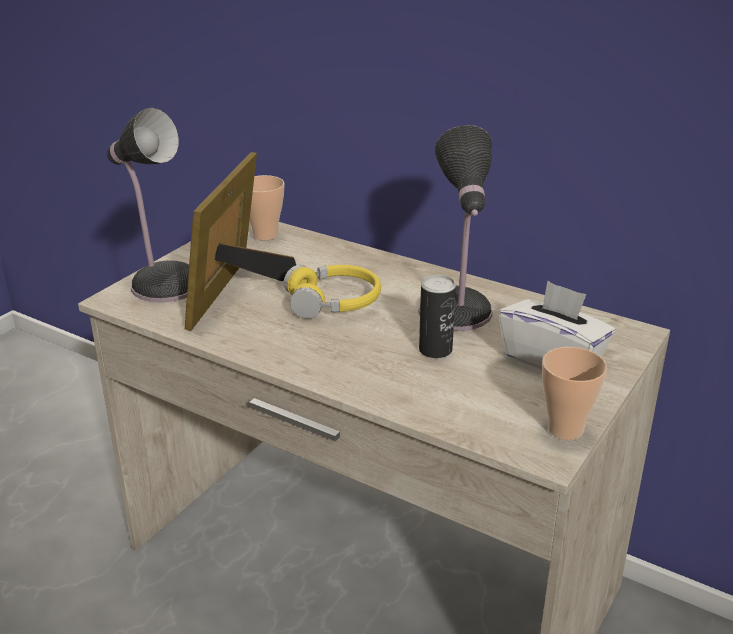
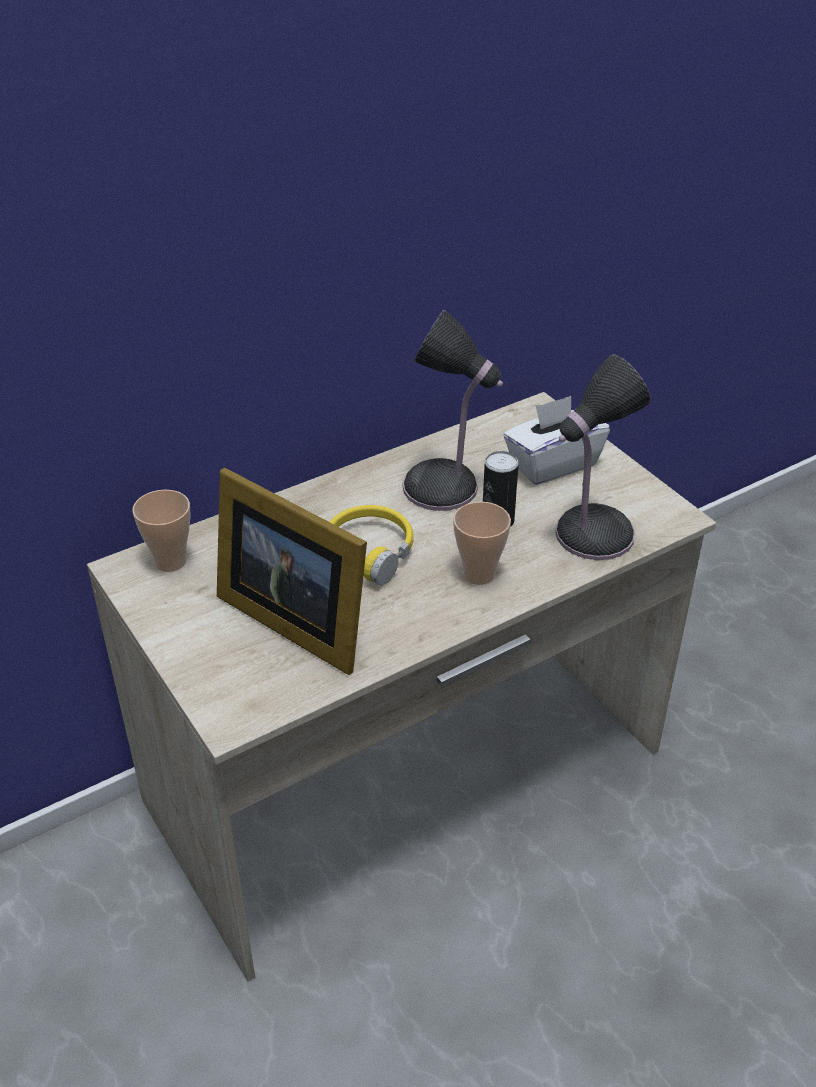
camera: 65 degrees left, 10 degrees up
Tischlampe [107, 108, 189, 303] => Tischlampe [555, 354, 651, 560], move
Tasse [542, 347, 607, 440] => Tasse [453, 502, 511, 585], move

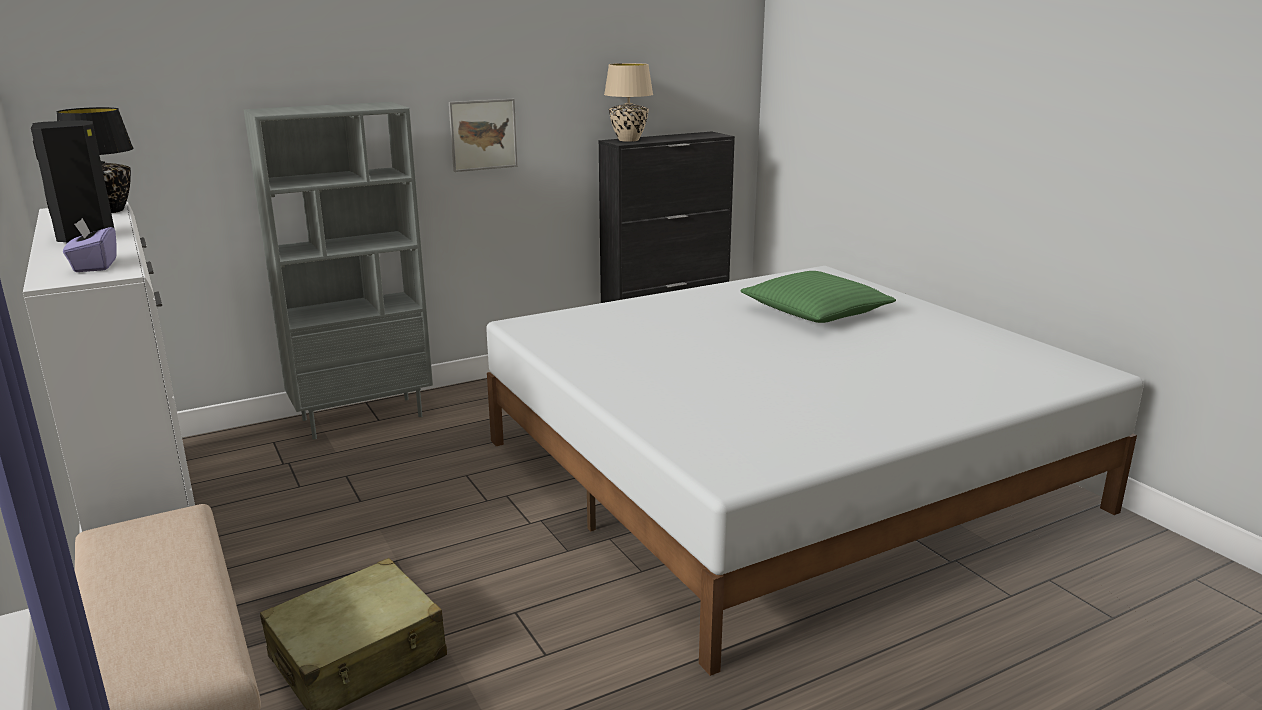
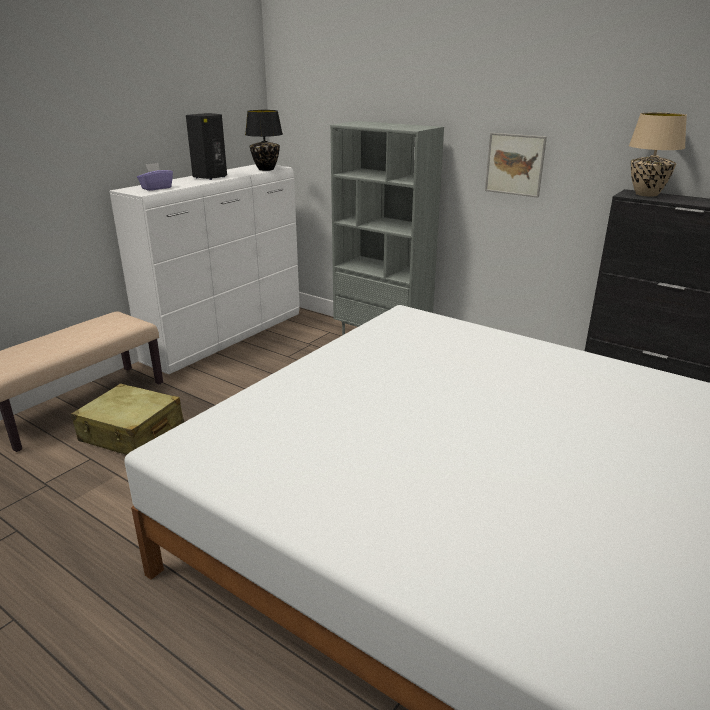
camera: 65 degrees right, 5 degrees up
Kissen/grün [740, 271, 896, 323] => nothing

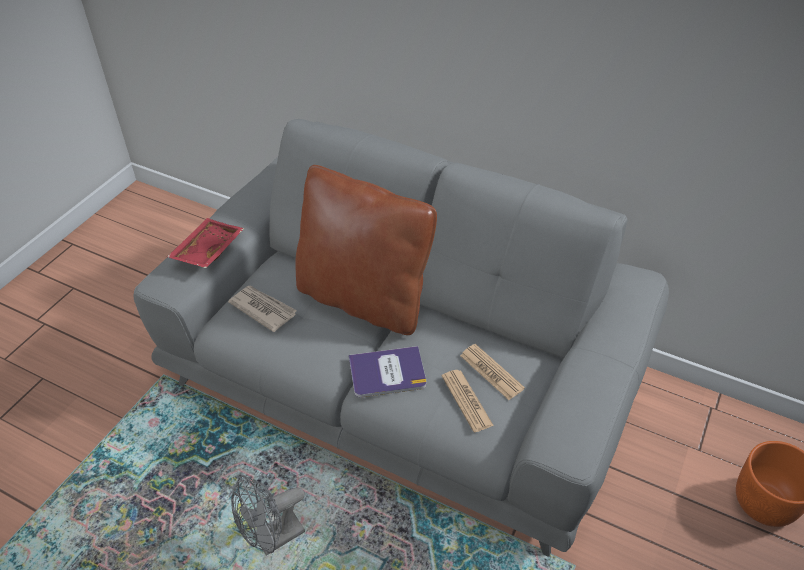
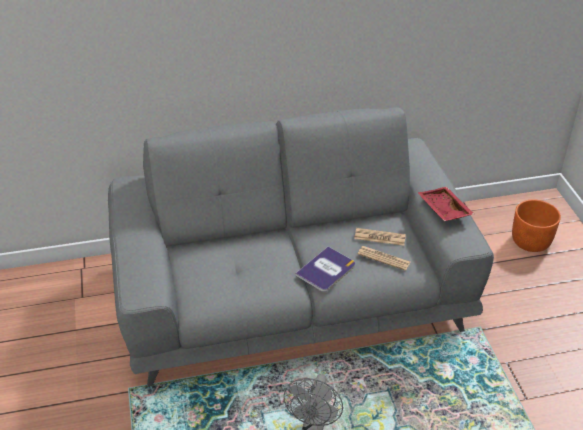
camera: 40 degrees left, 5 degrees down
Tablett/rot [167, 218, 244, 268] => Tablett/rot [418, 187, 474, 221], move
Zeitung [228, 286, 297, 332] => nothing
Kissen/braun [295, 165, 437, 335] => nothing

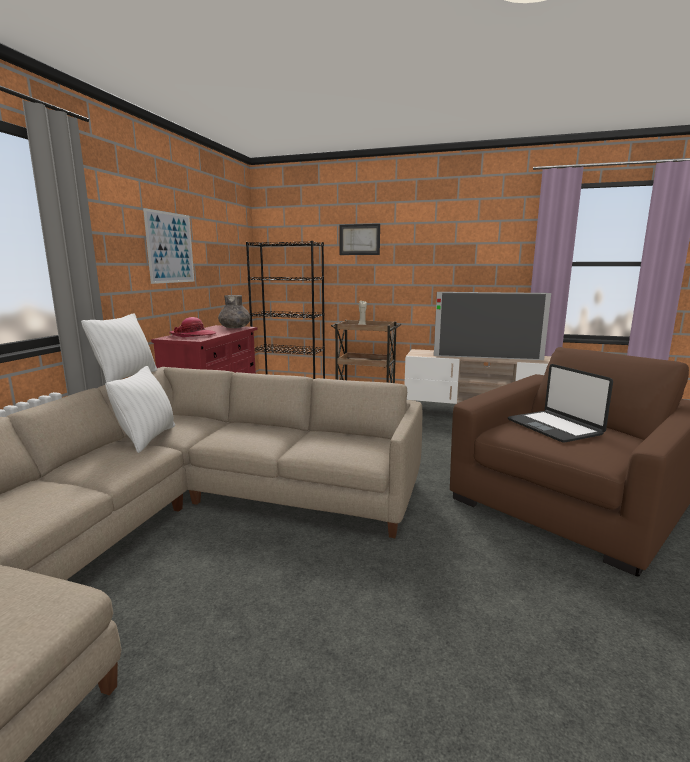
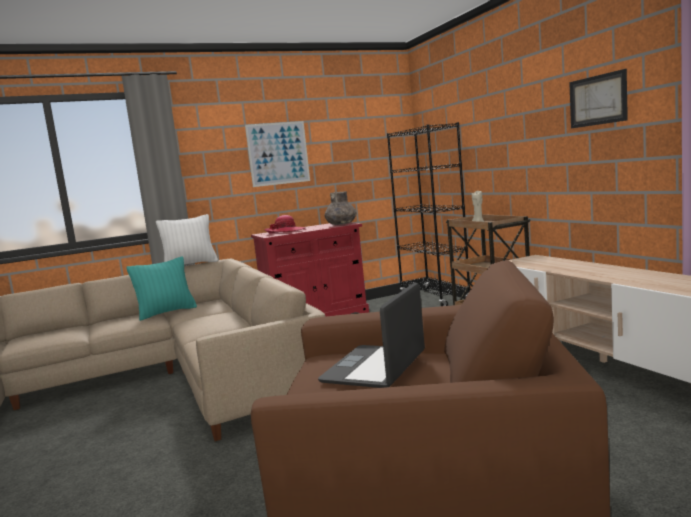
camera: 50 degrees right, 5 degrees down
Kissen/weiß [105, 366, 175, 453] => Kissen/türkis [127, 256, 197, 321]
Bild [340, 224, 380, 255] => Bild [569, 69, 628, 128], move
Fernseher [434, 292, 551, 360] => nothing

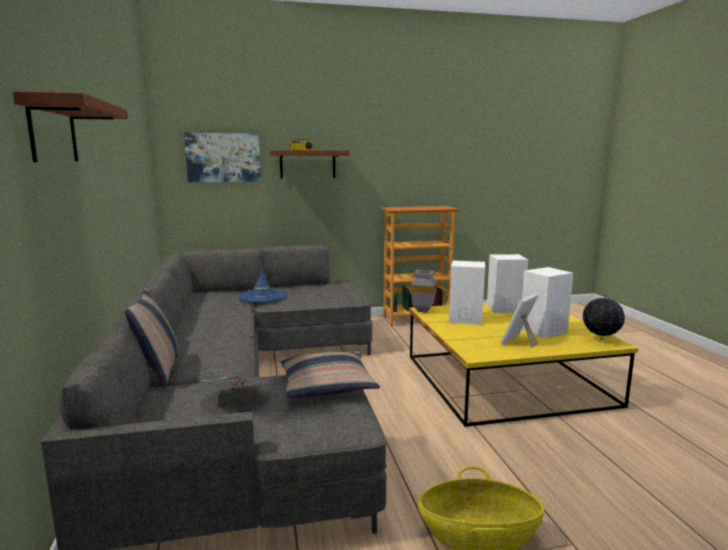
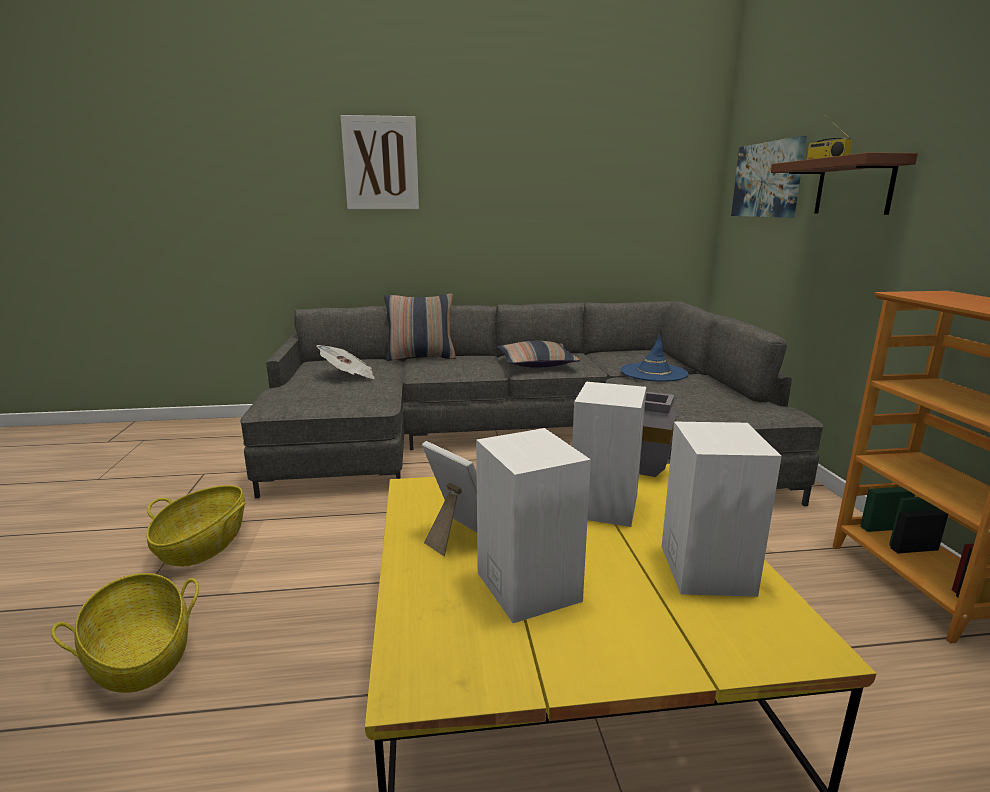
camera: 95 degrees right, 5 degrees up
Wandregal/braun [13, 91, 128, 162] => Bild [340, 115, 419, 209]
Kissen [280, 351, 380, 397] => Kissen [497, 341, 580, 367], move
Globus [583, 294, 625, 340] => nothing
nothing => Korb [51, 573, 199, 693]

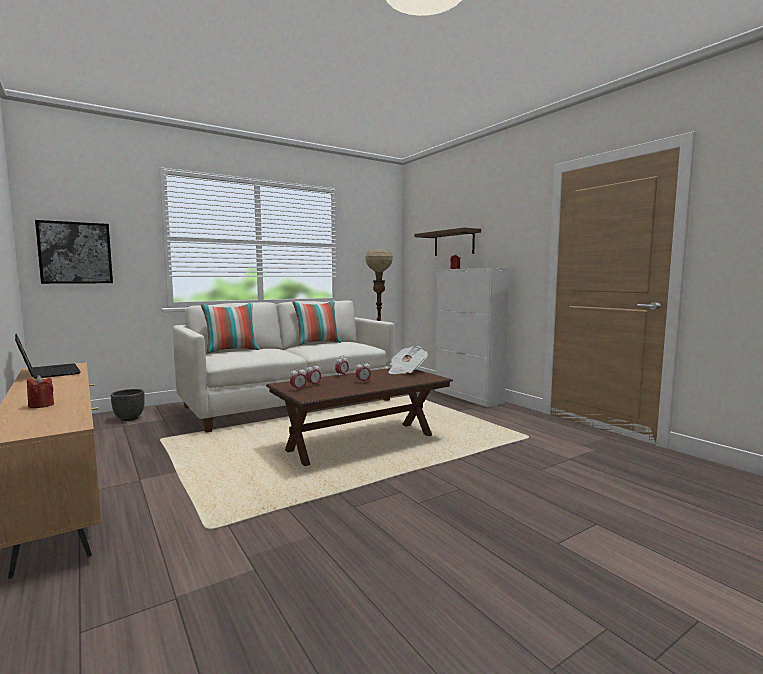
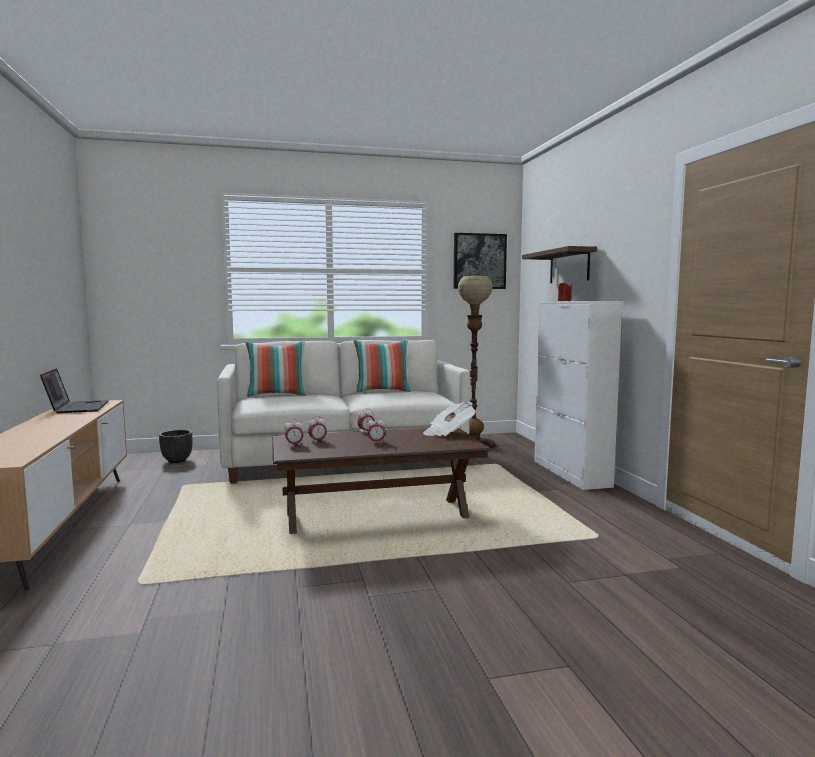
camera: 20 degrees right, 0 degrees up
Kerze/rot [27, 375, 54, 408] => nothing
Bild [35, 220, 113, 284] => Bild [454, 233, 507, 289], move

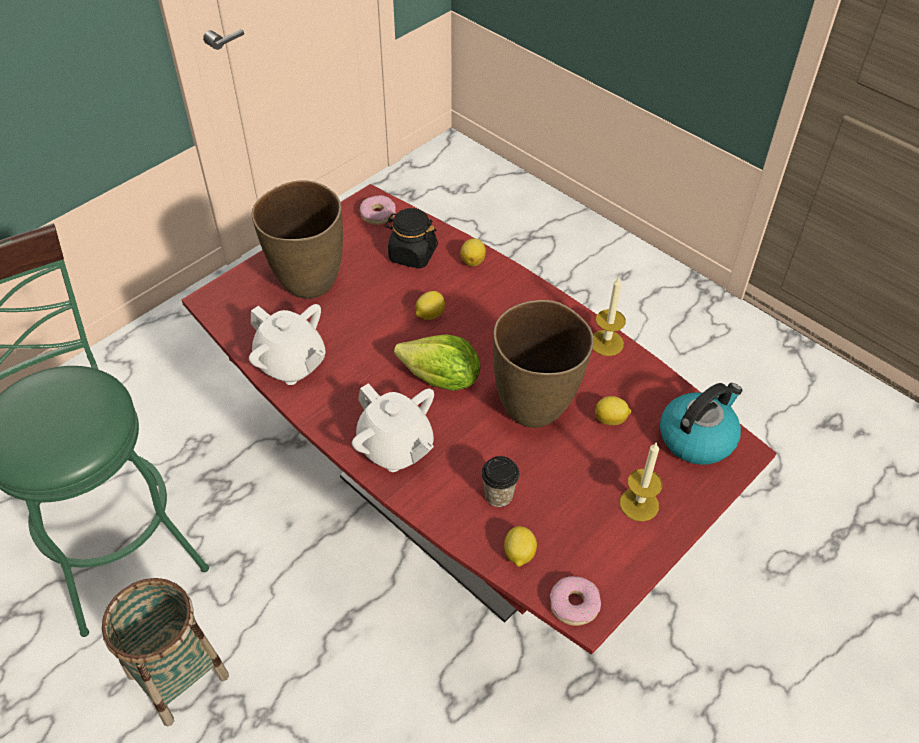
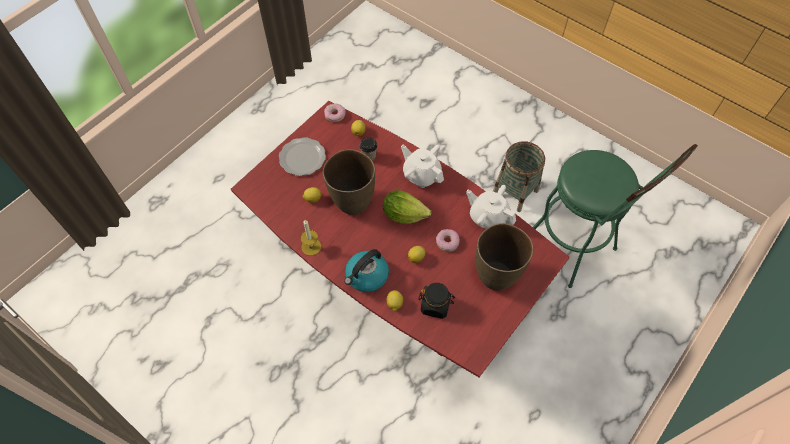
camera: 175 degrees right, 10 degrees up
Donut [360, 195, 396, 225] => Donut [436, 229, 460, 252], move
Kerze [620, 442, 662, 521] => Teller [279, 137, 326, 176]
Wasserkessel [660, 383, 742, 465] => Wasserkessel [344, 249, 389, 292], move

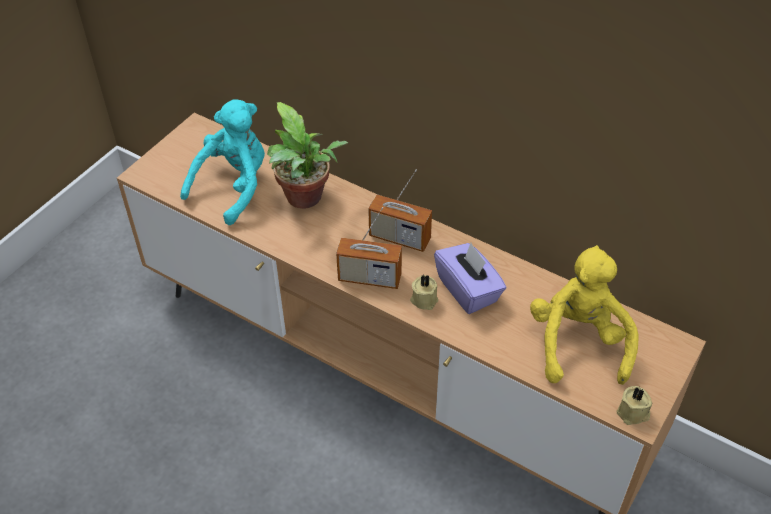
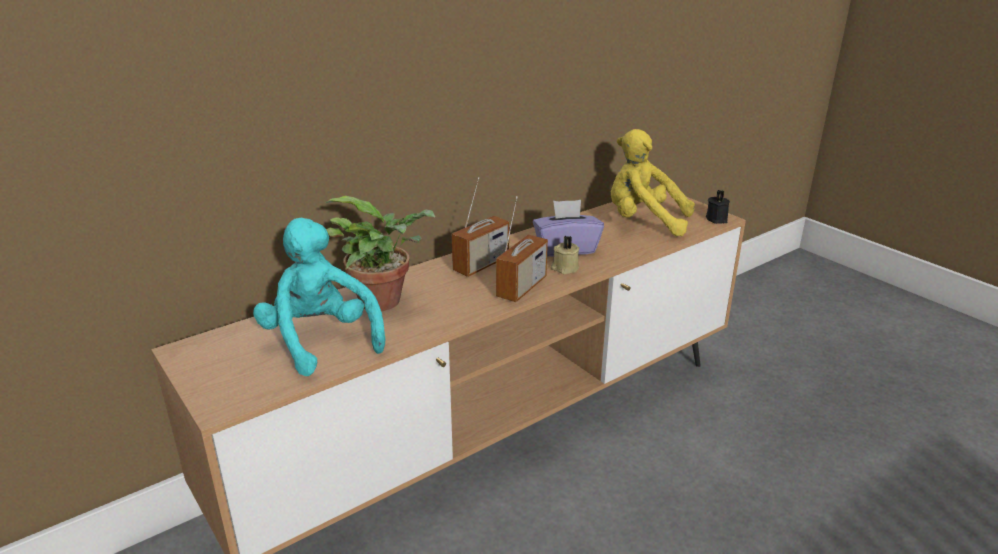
camera: 70 degrees left, 20 degrees down
Kerze/beige [616, 386, 652, 425] => Kerze/schwarz [706, 190, 730, 224]

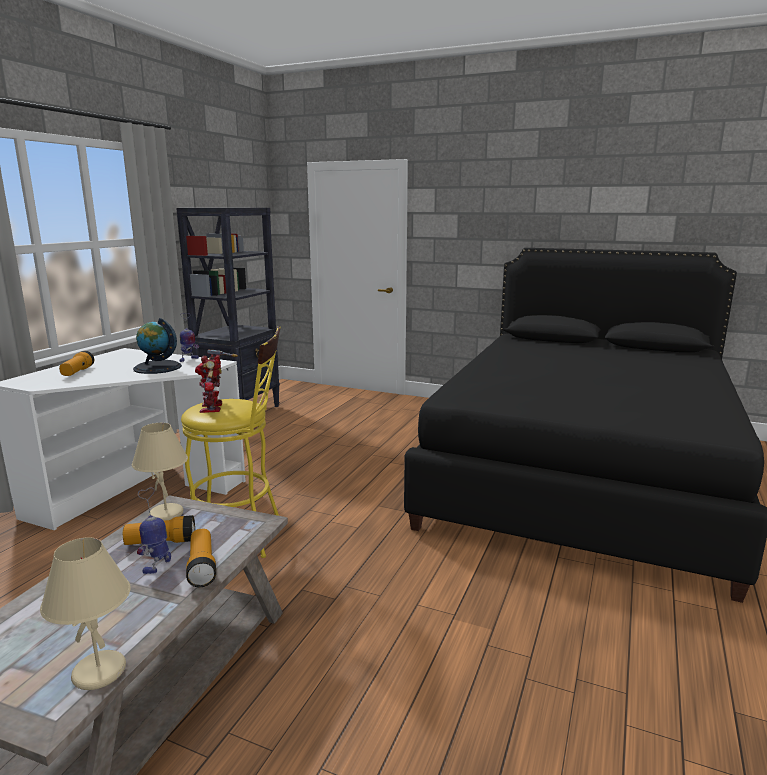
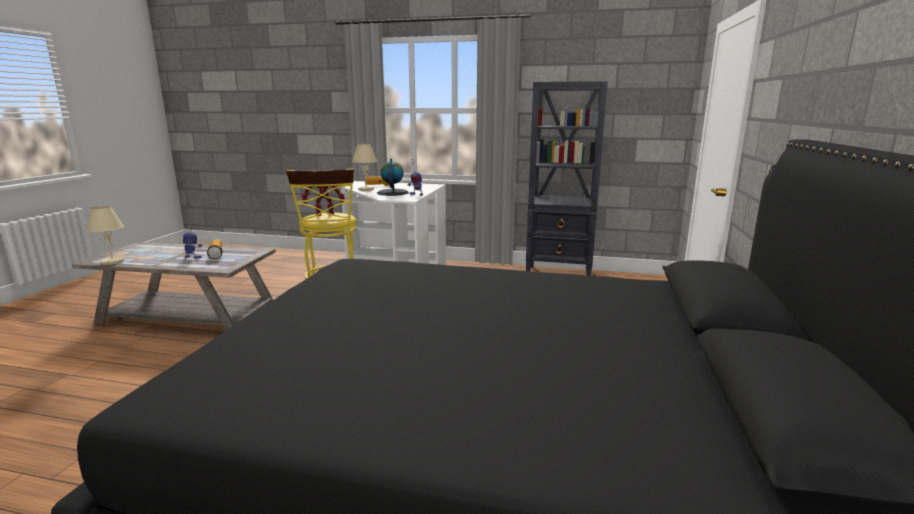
camera: 80 degrees right, 0 degrees up
Tischlampe/beige [132, 423, 188, 521] => Tischlampe/beige [352, 144, 377, 191], move
Taschenlampe [186, 529, 216, 587] => nothing

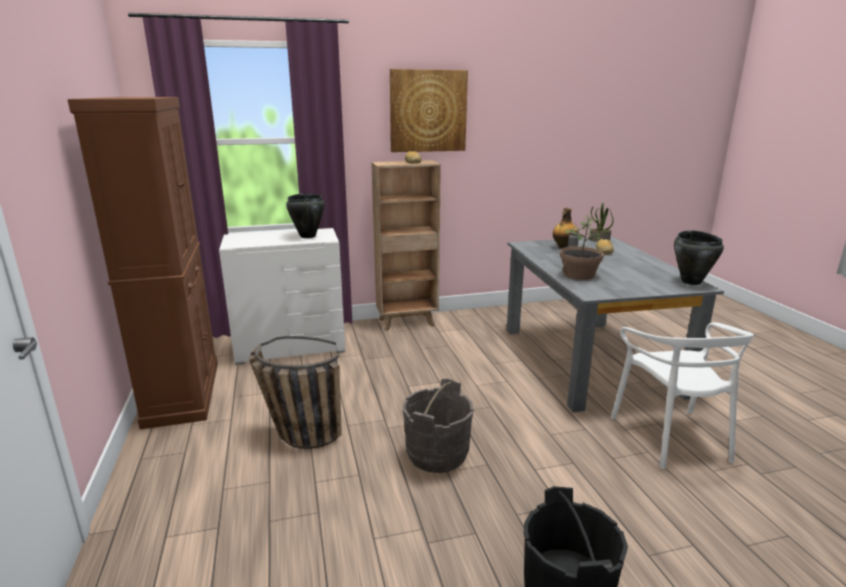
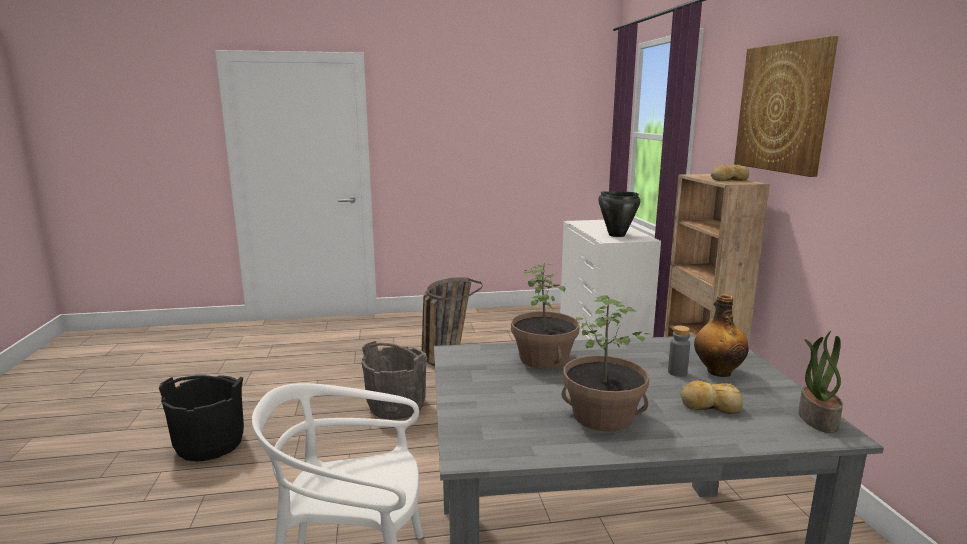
camera: 95 degrees right, 5 degrees down
Schrank/braun [67, 97, 218, 429] => nothing
Kochtopf/schwarz [674, 230, 724, 285] => nothing
nothing => Topfpflanze [562, 295, 652, 432]

